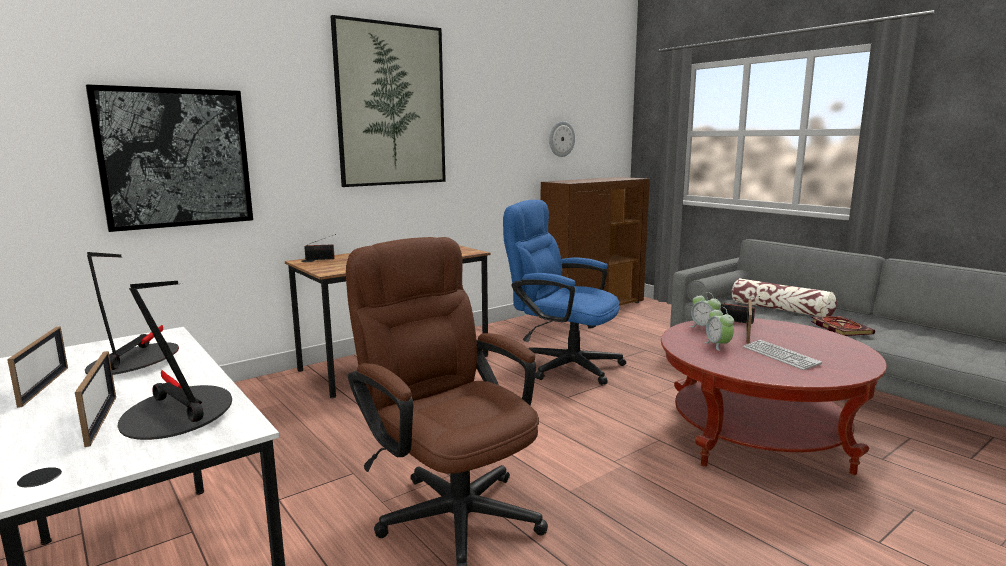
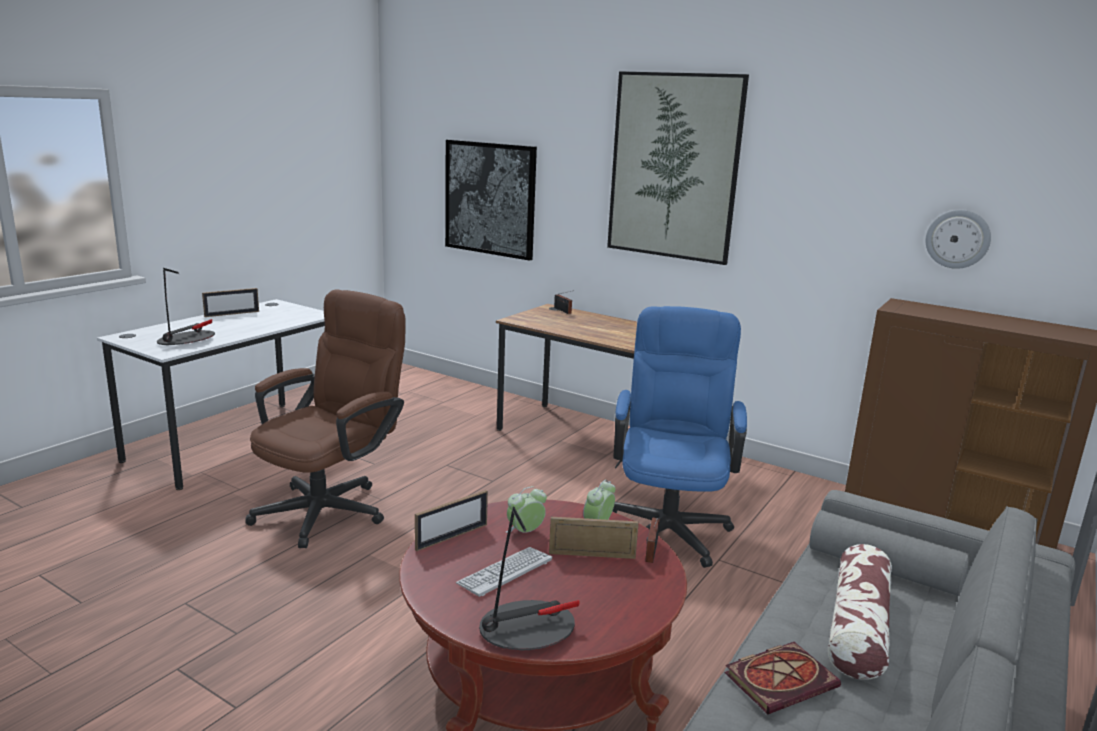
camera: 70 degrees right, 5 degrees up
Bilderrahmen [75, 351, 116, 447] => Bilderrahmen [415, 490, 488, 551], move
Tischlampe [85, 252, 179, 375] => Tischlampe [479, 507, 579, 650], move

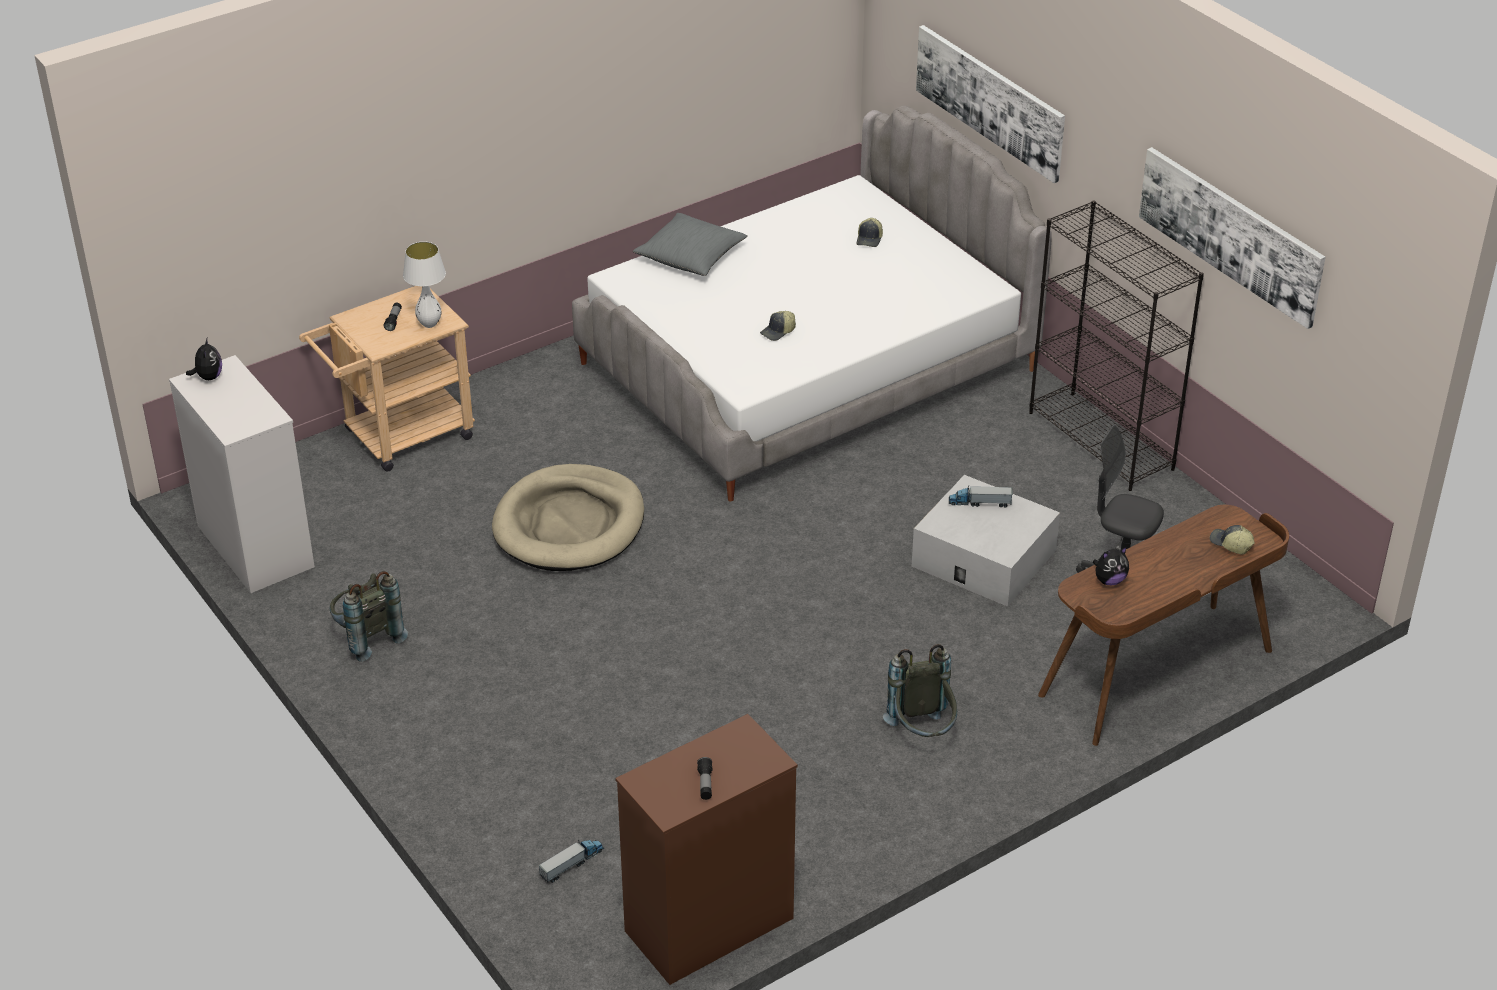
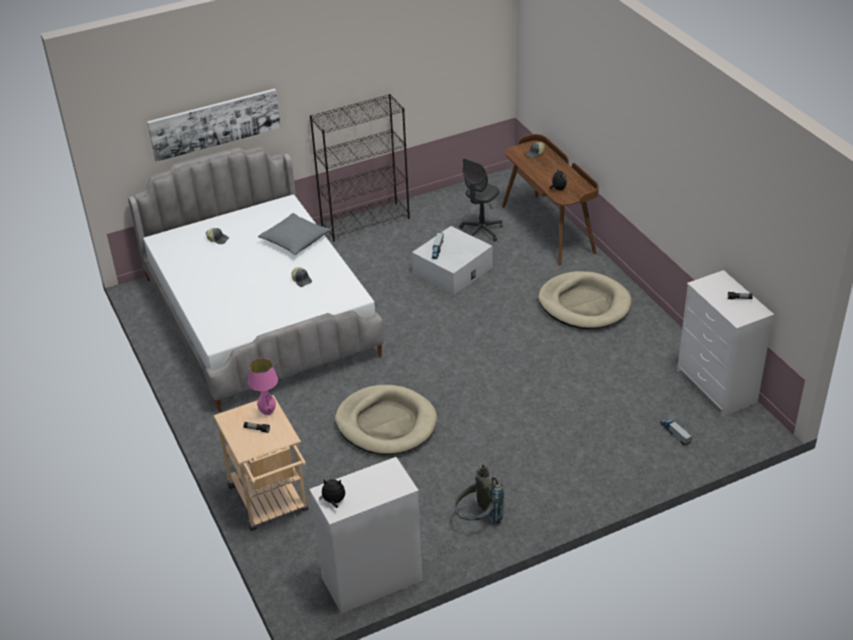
camera: 80 degrees left, 0 degrees up
Tischlampe/weiß [403, 241, 446, 328] => Tischlampe/rosa [248, 358, 278, 415]
Kommode/braun [615, 714, 798, 985] => Kommode/weiß [677, 270, 774, 417]
Kissen/grau [633, 213, 748, 276] => Kissen/grau [258, 213, 331, 255], move
Rucksack/grau [883, 644, 957, 737] => Hundebett/beige [538, 271, 632, 329]
Bild [1139, 147, 1326, 329] => nothing

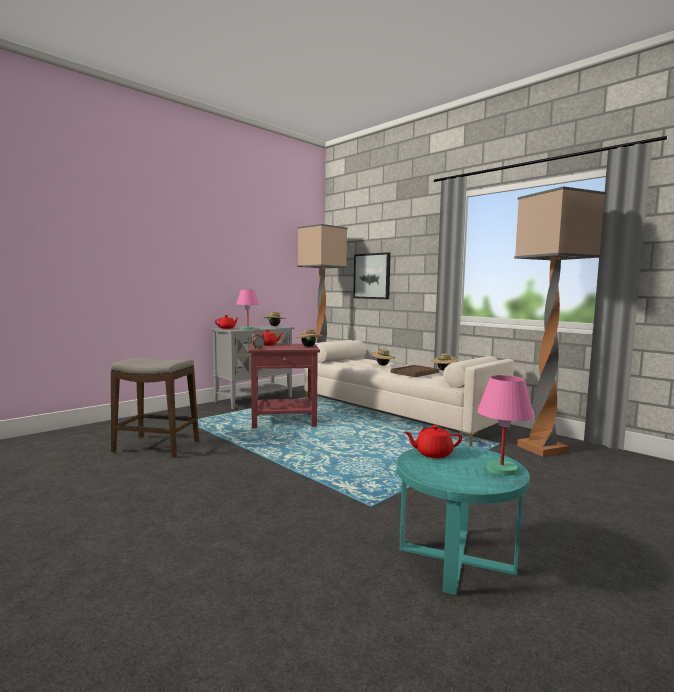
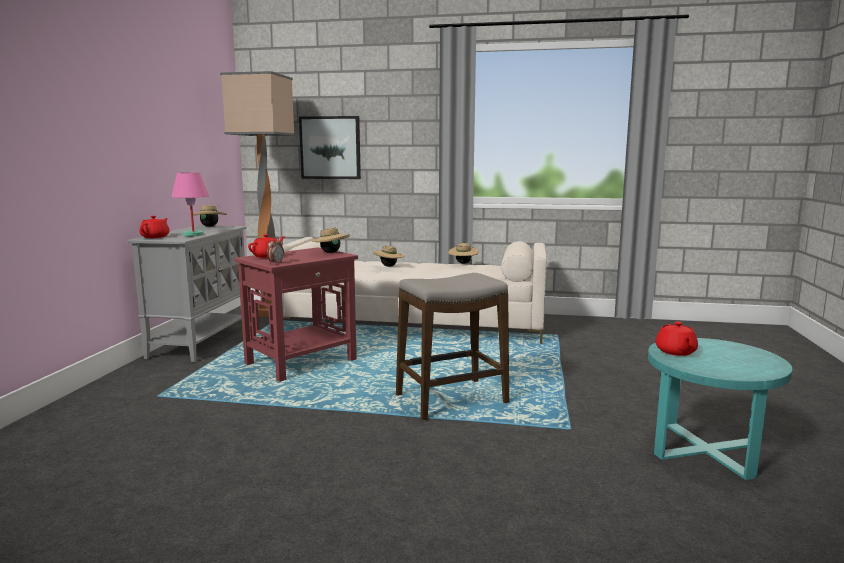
camera: 35 degrees left, 5 degrees up
Hocker [111, 357, 199, 458] => Hocker [396, 273, 509, 421], move
Tablett/braun [391, 365, 439, 377] => nothing
Teekanne/rot [404, 425, 462, 458] => Teekanne/rot [655, 322, 698, 356], 45 degrees counterclockwise
Tischlampe/rosa [477, 375, 534, 476] => nothing
Stehlampe [514, 186, 606, 457] => nothing

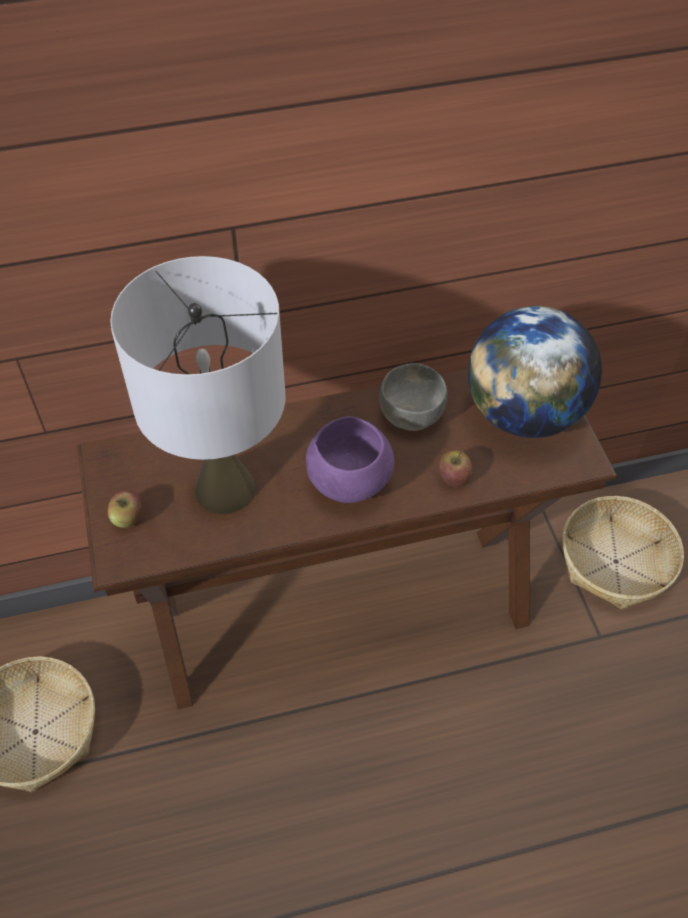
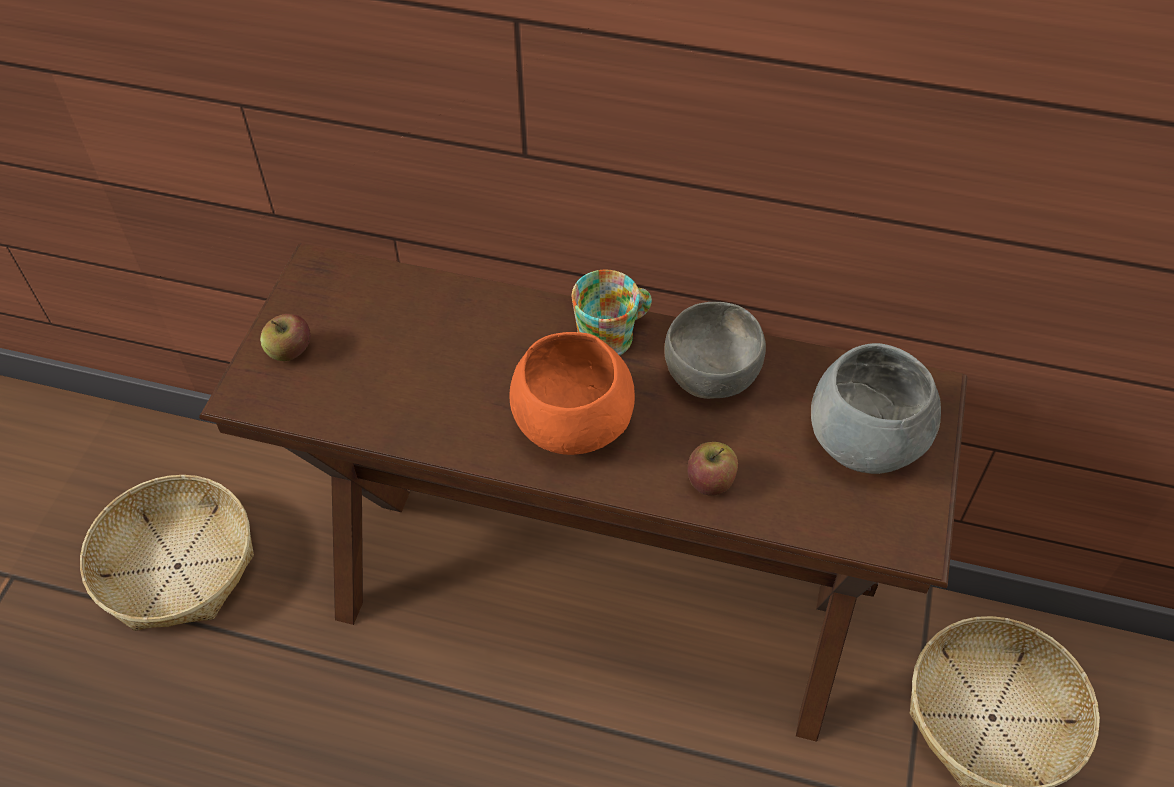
camera: 30 degrees right, 0 degrees up
Tischlampe/grau [110, 256, 286, 514] => nothing
Schüssel/lila [306, 416, 394, 503] => Schüssel/orange [509, 332, 635, 455]
Globus [468, 306, 602, 438] => Schüssel/grau [811, 343, 941, 474]
nothing => Henkelbecher [572, 270, 652, 356]

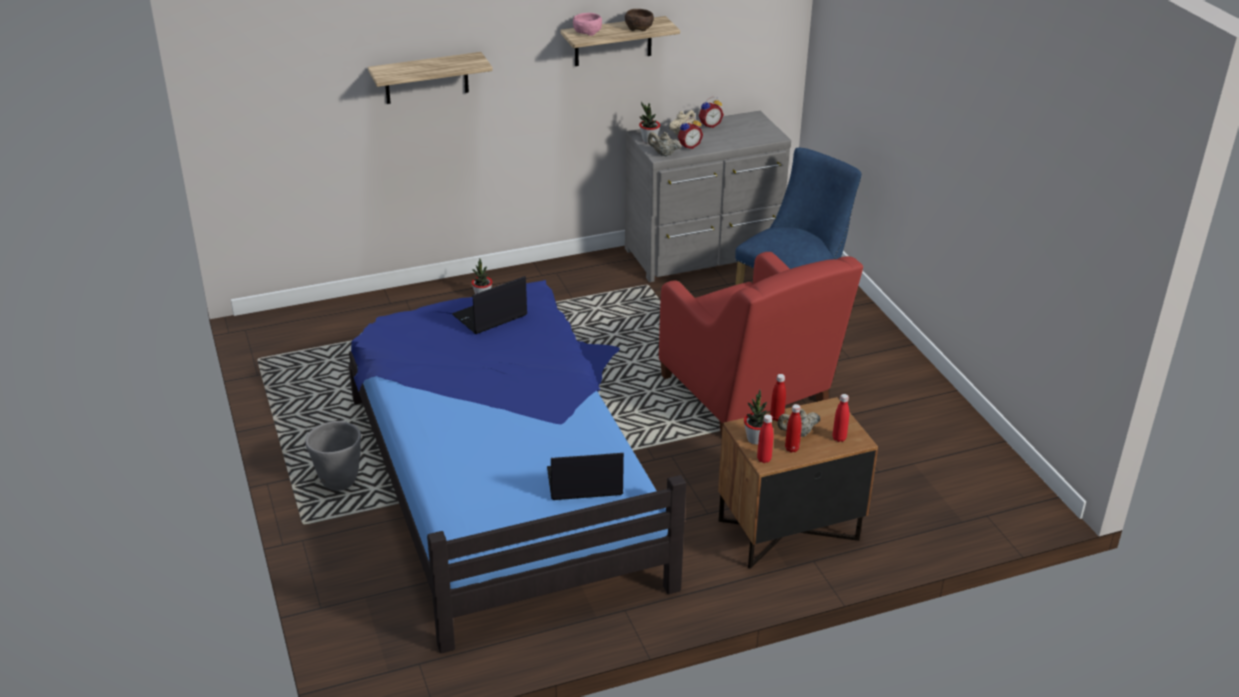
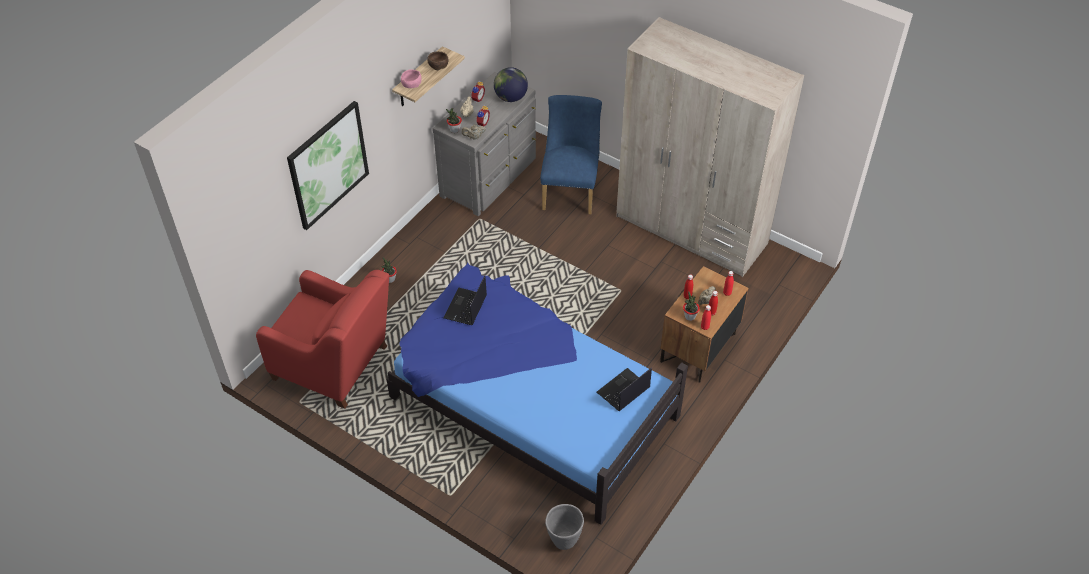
camera: 35 degrees left, 15 degrees up
Pflanzkübel/grau [305, 421, 361, 491] => Pflanzkübel/grau [545, 504, 584, 550], move
Wandregal [368, 52, 493, 104] => Bild [287, 101, 369, 230]
Sessel/rot [659, 252, 863, 436] => Sessel/rot [256, 270, 389, 409], move
nothing => Globus [494, 67, 528, 102]
nothing => Kleiderschrank/beige [616, 17, 804, 277]

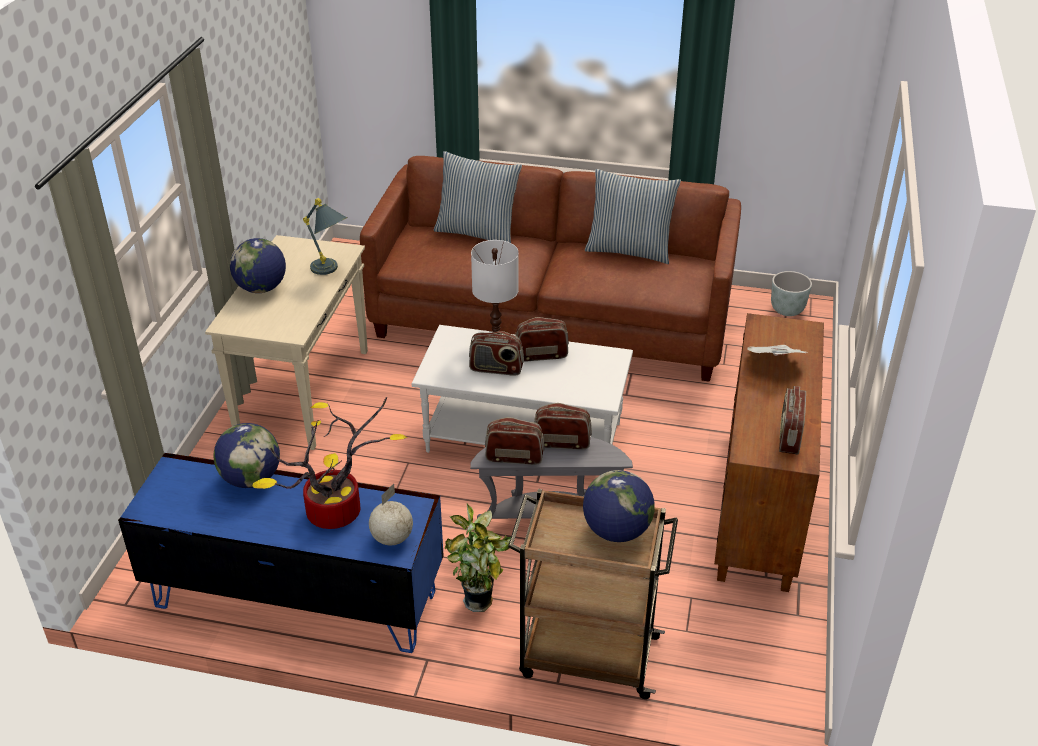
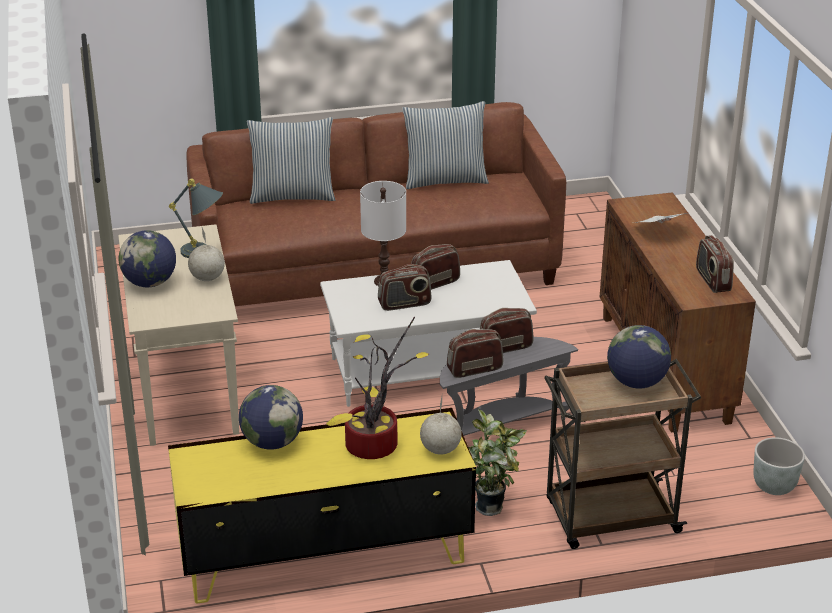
camera: 25 degrees left, 5 degrees down
Fernsehschrank/blau [118, 453, 444, 653] => Fernsehschrank/gelb [168, 408, 476, 604]
Pflanzkübel/grau [771, 271, 812, 316] => Pflanzkübel/grau [753, 437, 805, 495], move
nothing => Globus [188, 228, 225, 281]

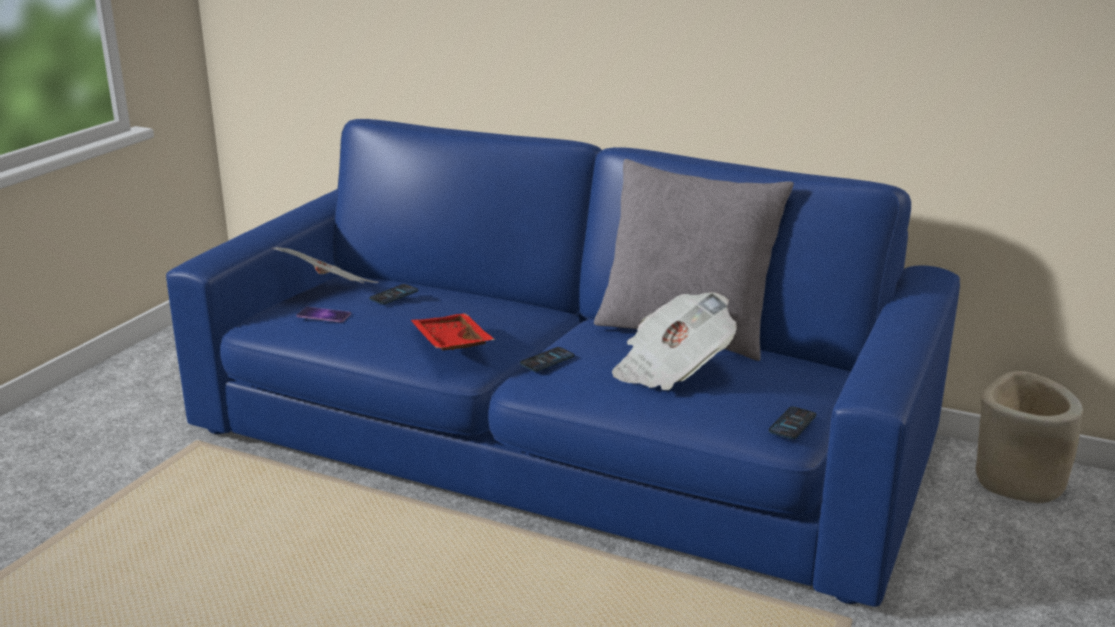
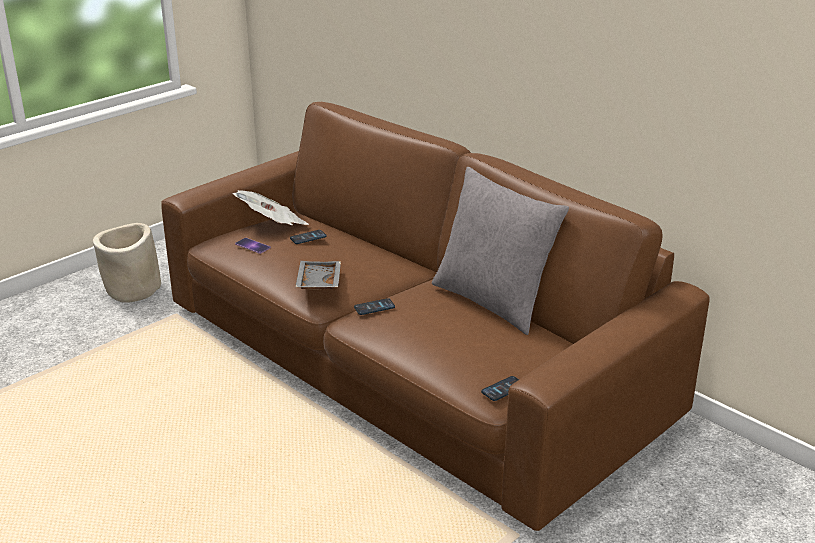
camera: 20 degrees right, 5 degrees up
Sofa/blau [166, 119, 960, 607] => Sofa/braun [161, 102, 710, 531]
Tablett/rot [411, 313, 495, 351] => Tablett/grau [295, 261, 341, 290]
Zeitung [612, 292, 737, 390] => nothing
Pflanzkübel/beige [976, 371, 1083, 503] => Pflanzkübel/beige [93, 223, 161, 303], move

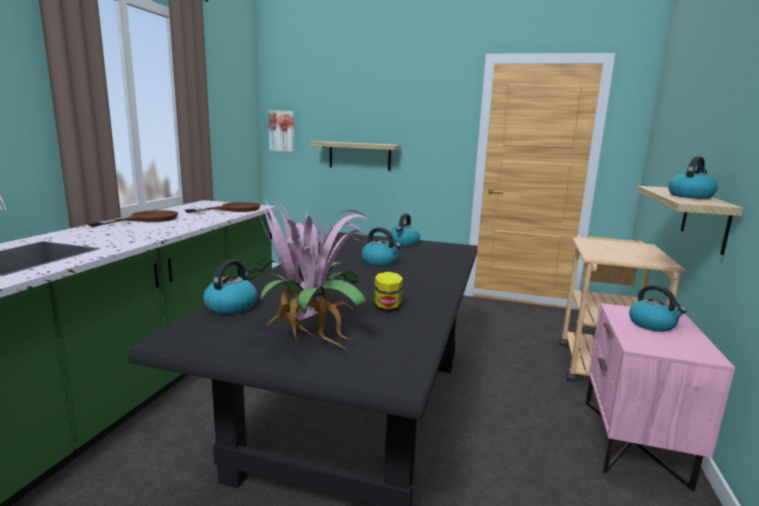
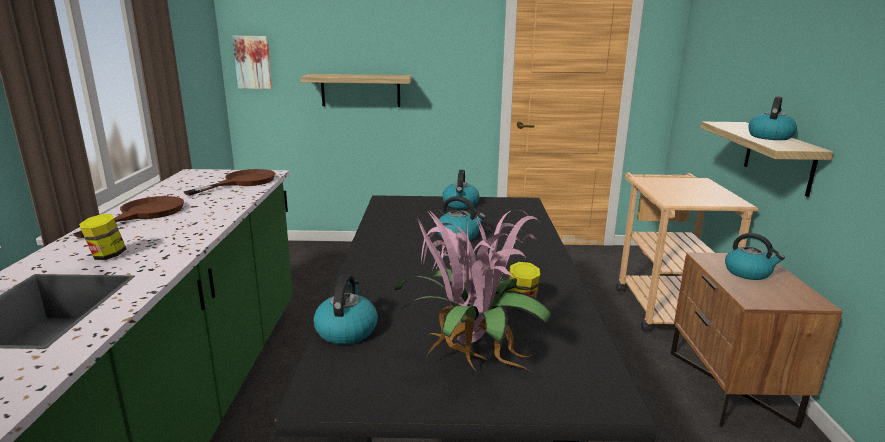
camera: 15 degrees left, 5 degrees up
Nachttisch/rosa [586, 303, 735, 491] => Nachttisch/braun [671, 253, 843, 428]
nothing => Vorratsglas [79, 214, 126, 260]

